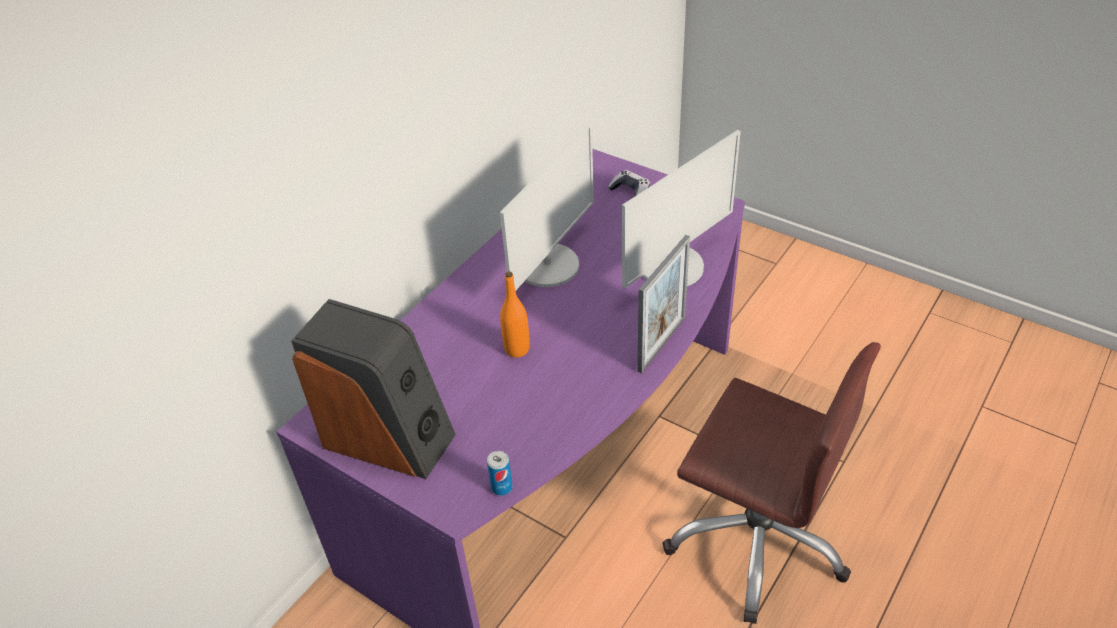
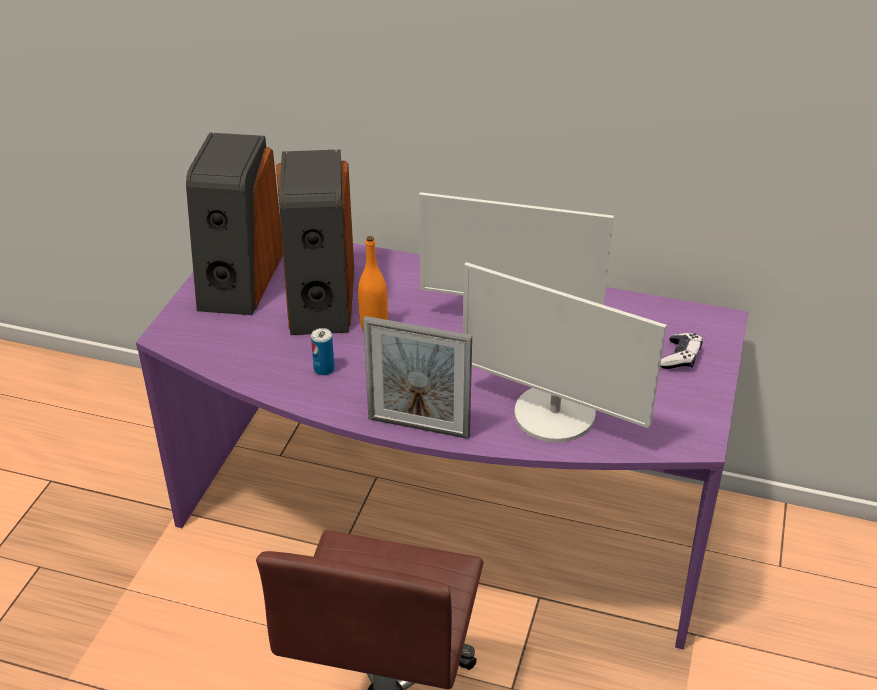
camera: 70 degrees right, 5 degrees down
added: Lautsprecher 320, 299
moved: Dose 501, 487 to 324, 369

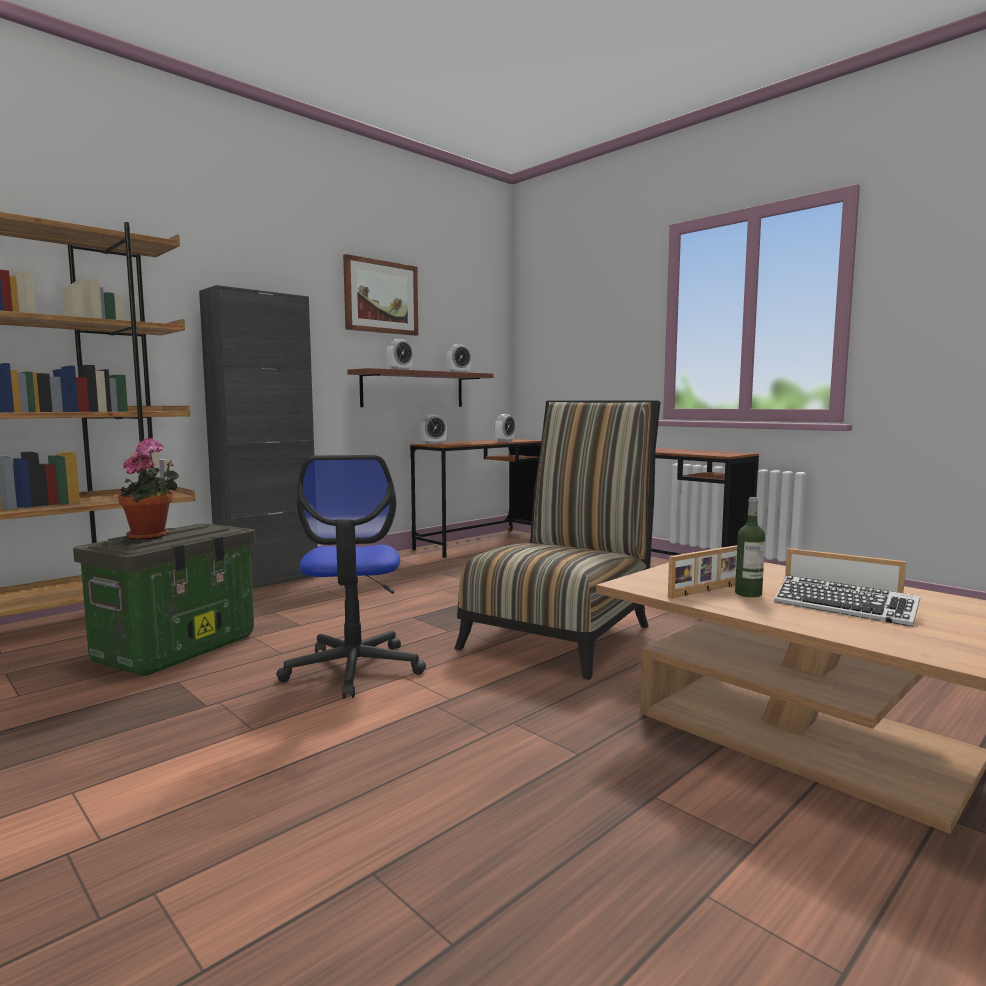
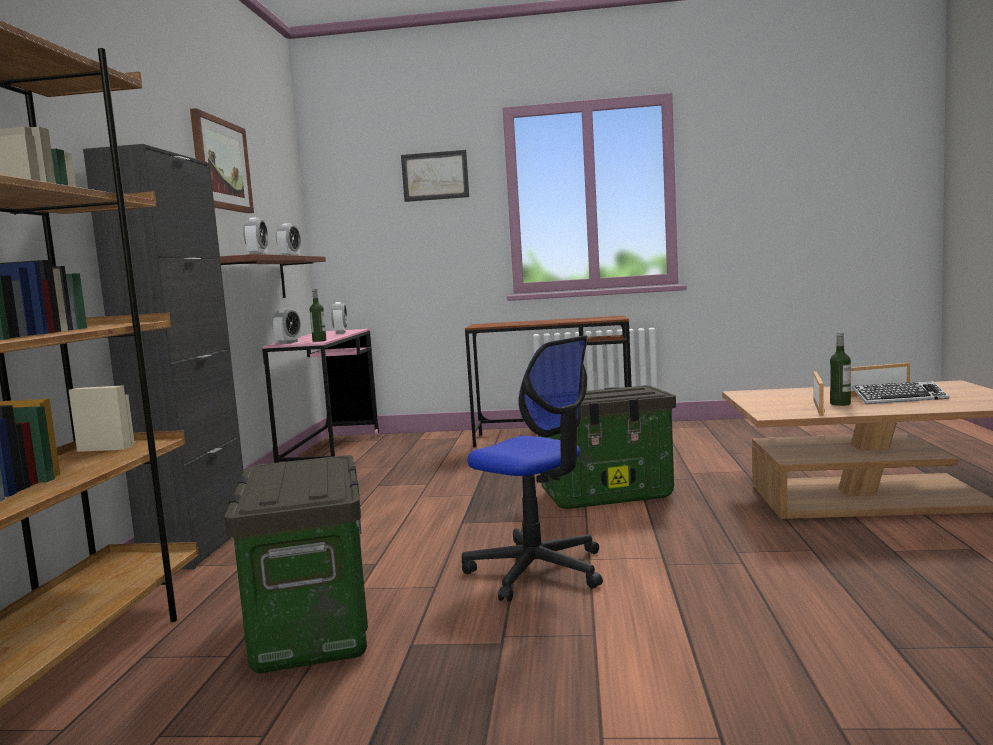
camera: 40 degrees left, 0 degrees up
removed: Topfpflanze 151, 536
added: Flasche 319, 341; Bild 435, 176
replaced: Stuhl 562, 633 to Aufbewahrungsbox 607, 494
recoloured: Schreibtisch/braun 480, 543 to Schreibtisch/rosa 332, 453

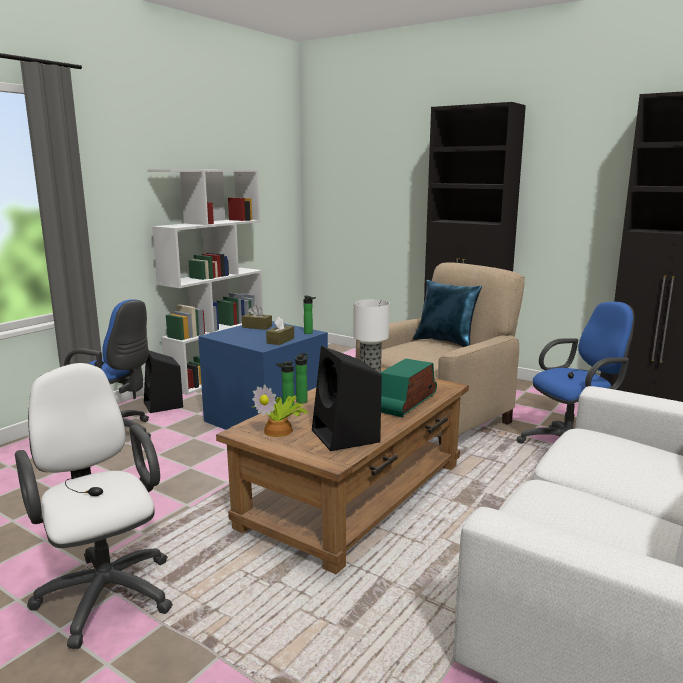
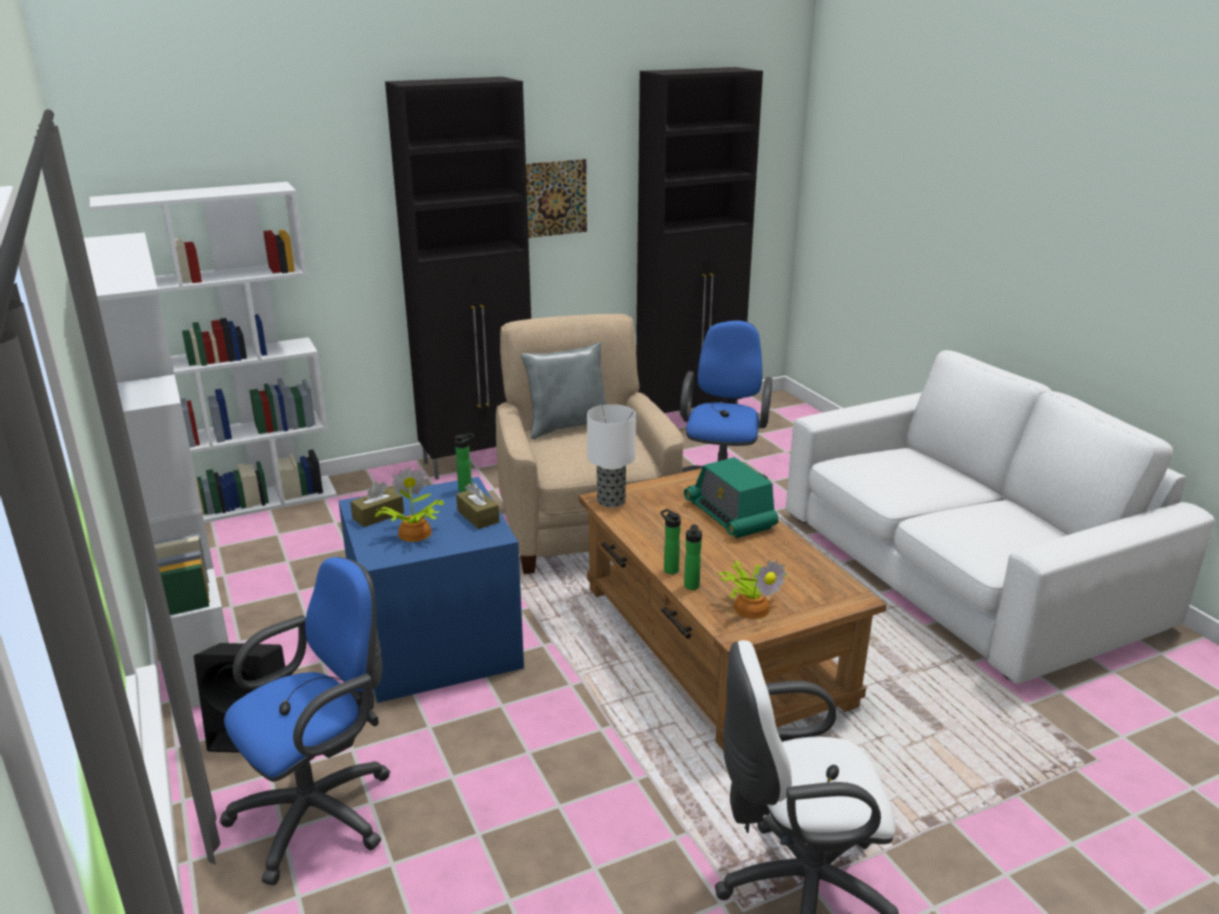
camera: 60 degrees left, 10 degrees up
removed: Lautsprecher/schwarz 346, 437
added: Bücherregal/weiß 250, 502; Topfpflanze 413, 534; Bild 553, 198
recoloured: Kissen/blau 446, 342 to Kissen/grau 568, 427

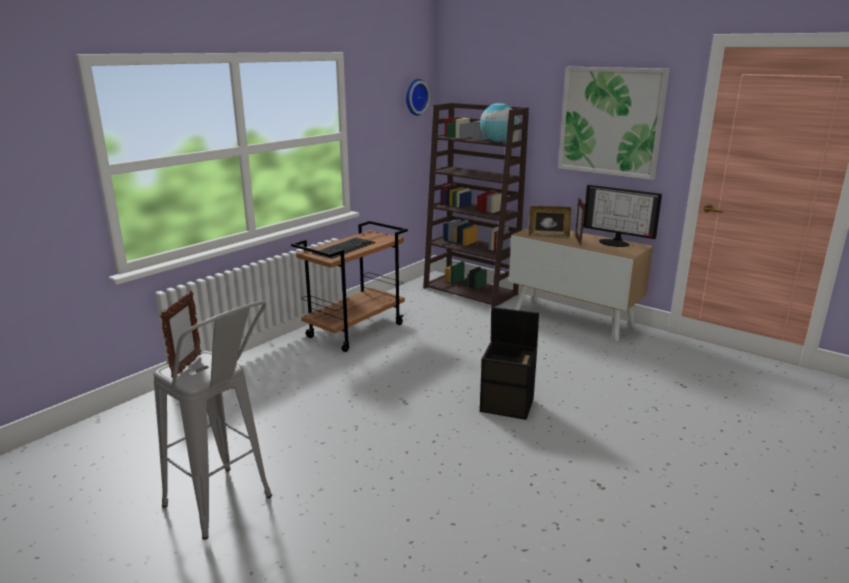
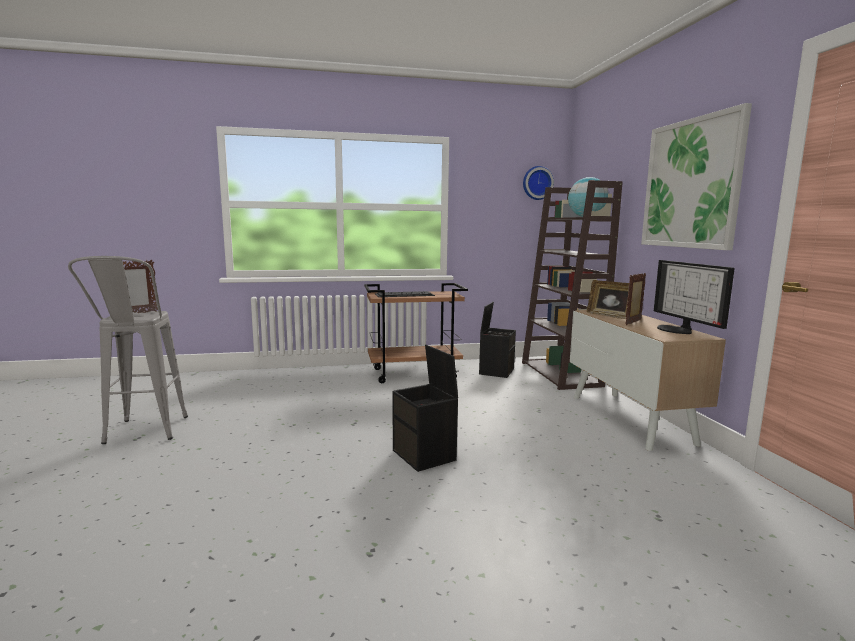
camera: 40 degrees right, 10 degrees down
added: Aufbewahrungsbox/schwarz 496, 371

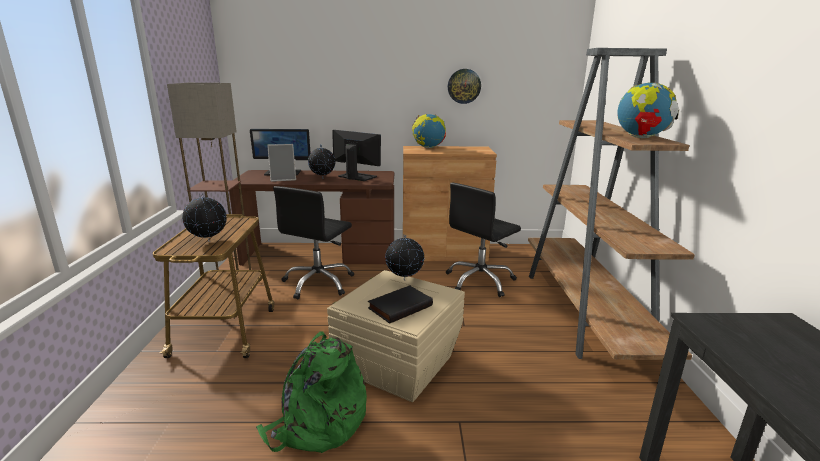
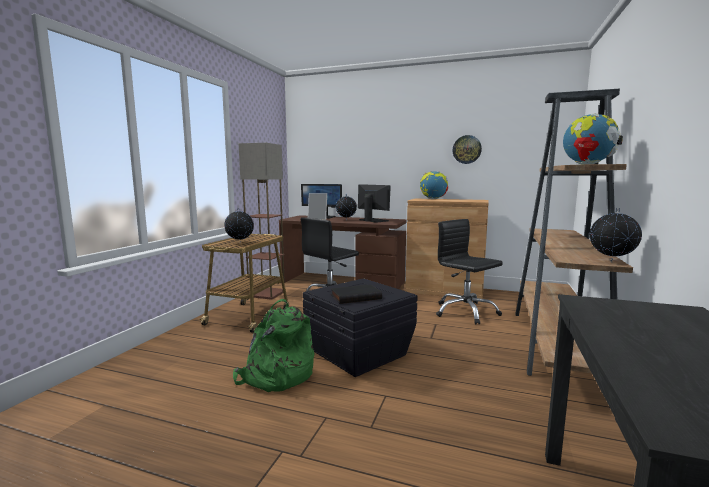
camera: 20 degrees right, 10 degrees down
moved: Globus 404, 279 to 611, 262
recoloured: Aufbewahrungsbox/beige 397, 364 to Aufbewahrungsbox/schwarz 358, 353
turned: Bürostuhl/schwarz 480, 281 = 465, 312 75 degrees clockwise

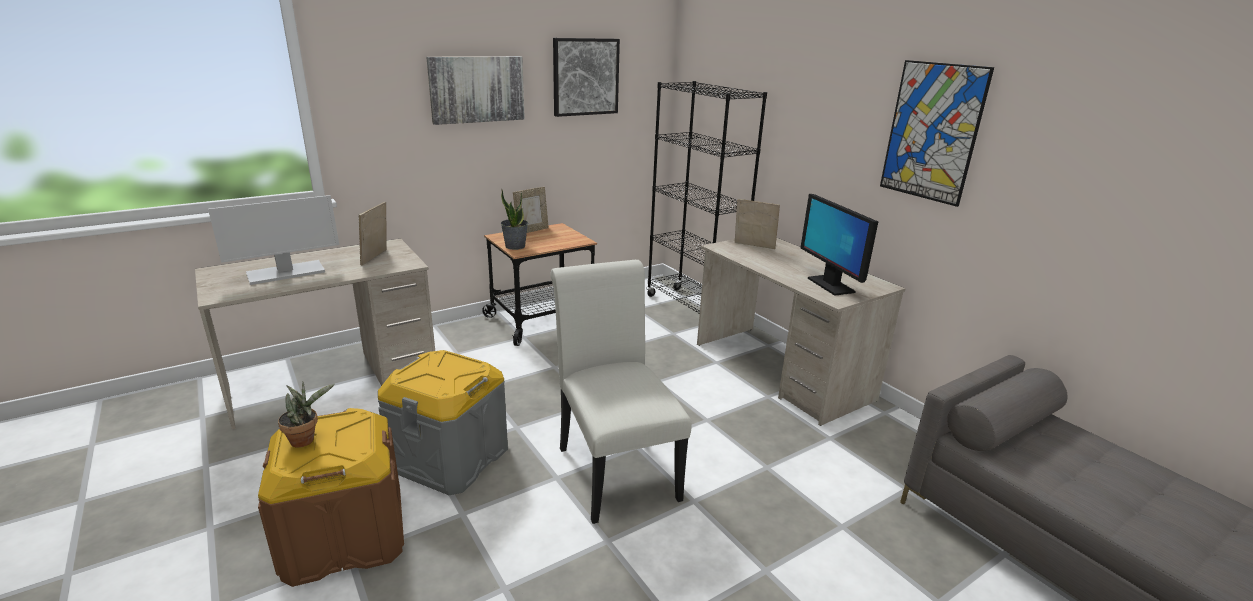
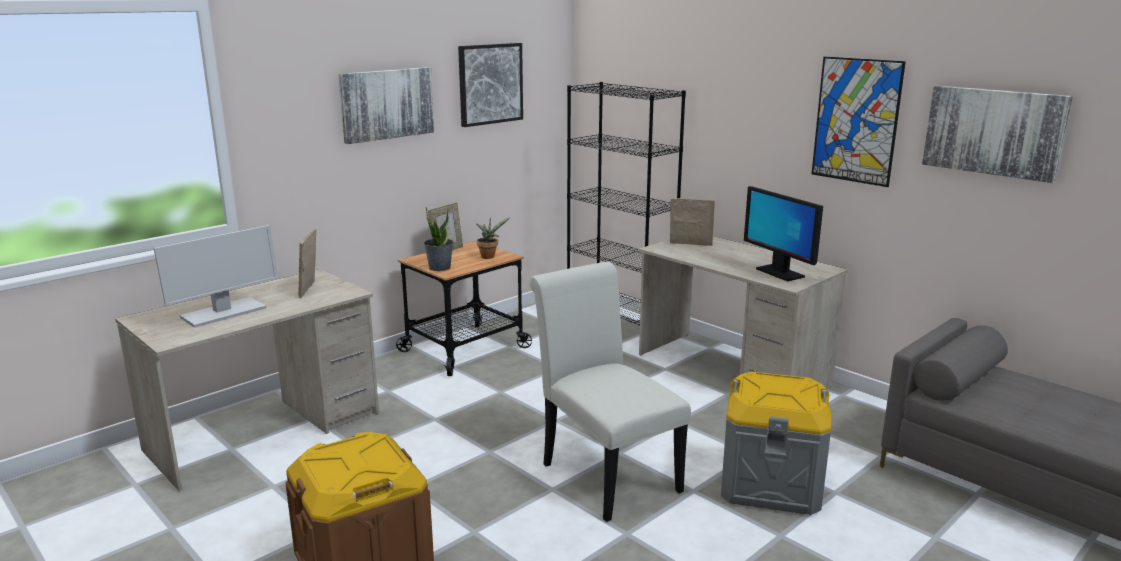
camera: 10 degrees left, 5 degrees down
added: Bild 994, 132
moved: Topfpflanze 306, 439 to 489, 256; Aufbewahrungsbox/grau 450, 458 to 770, 483

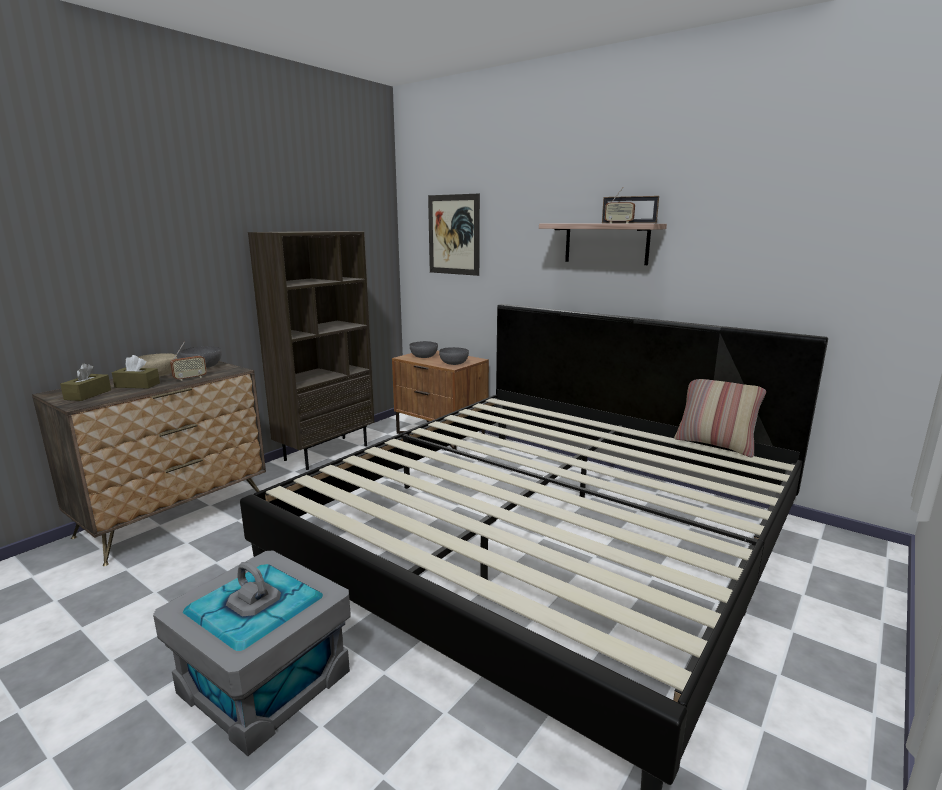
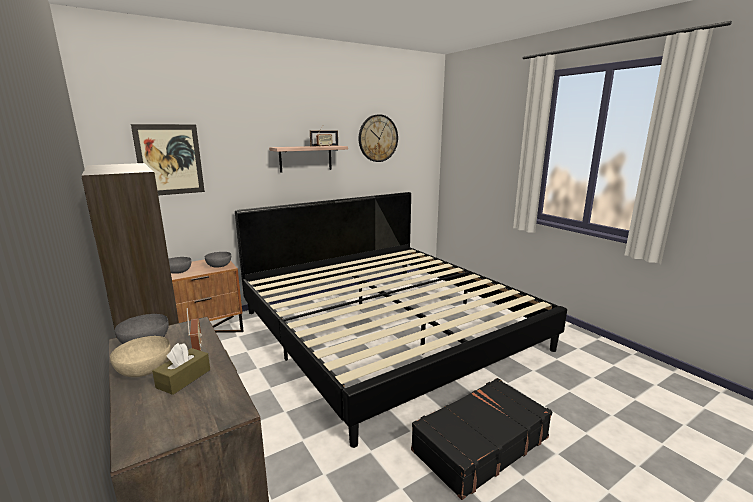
camera: 70 degrees left, 0 degrees up
removed: Taschentuchbox/braun 88, 395; Kissen 715, 445
added: Wanduhr 378, 138
replaced: Aufbewahrungsbox/grau 263, 682 to Koffer/schwarz 479, 444

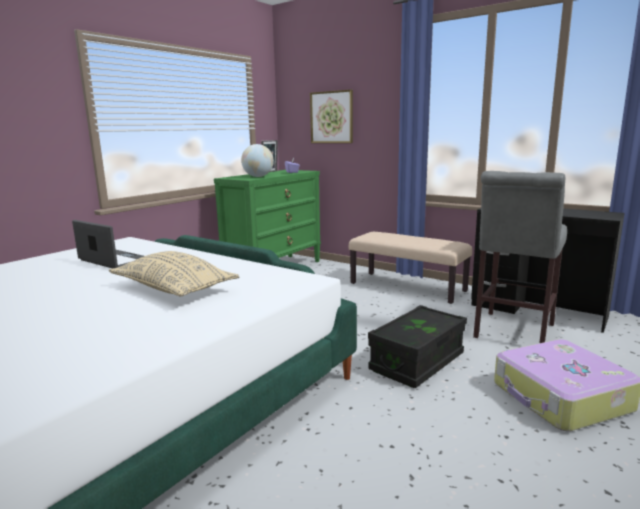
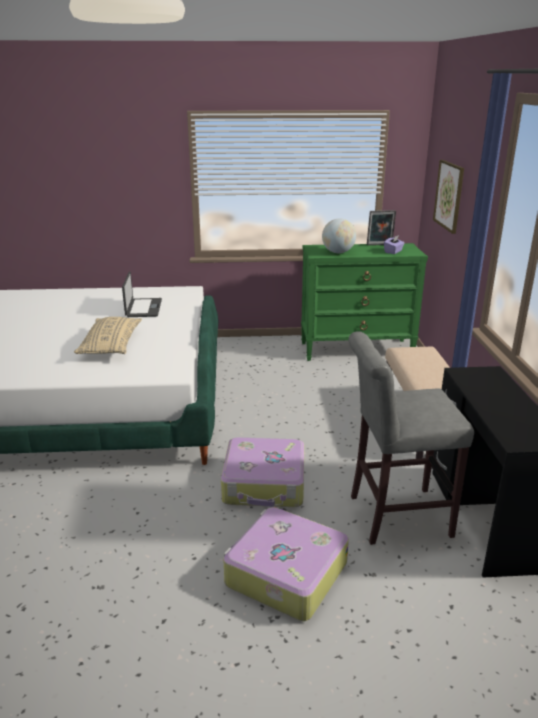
camera: 50 degrees right, 10 degrees up
replaced: Aufbewahrungsbox/schwarz 417, 362 to Koffer 265, 484

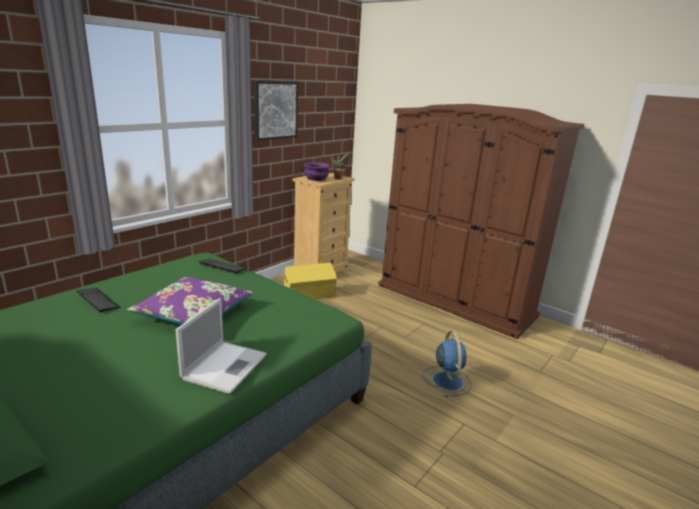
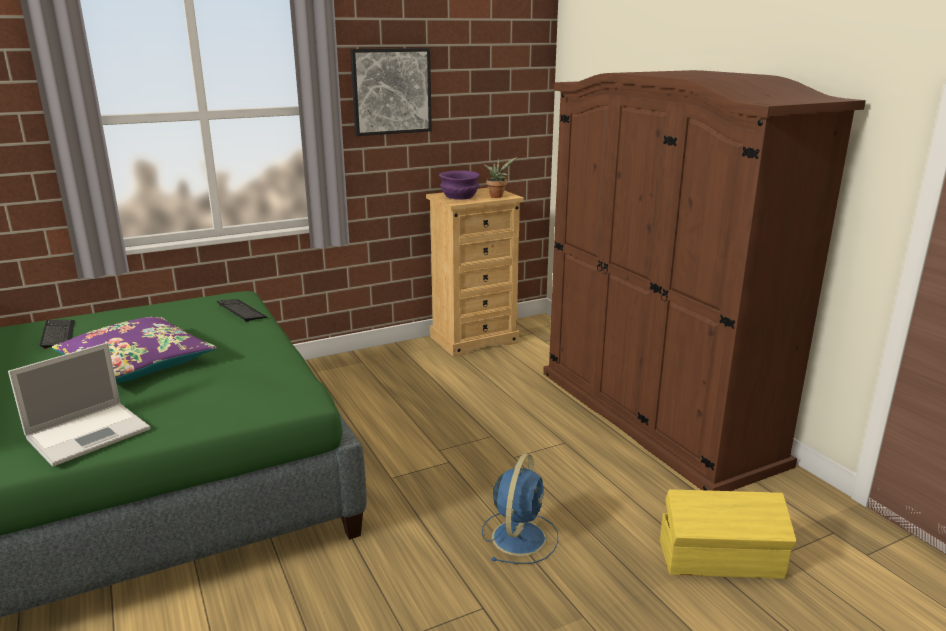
camera: 25 degrees right, 0 degrees up
moved: Aufbewahrungsbox/gelb 310, 294 to 722, 560

